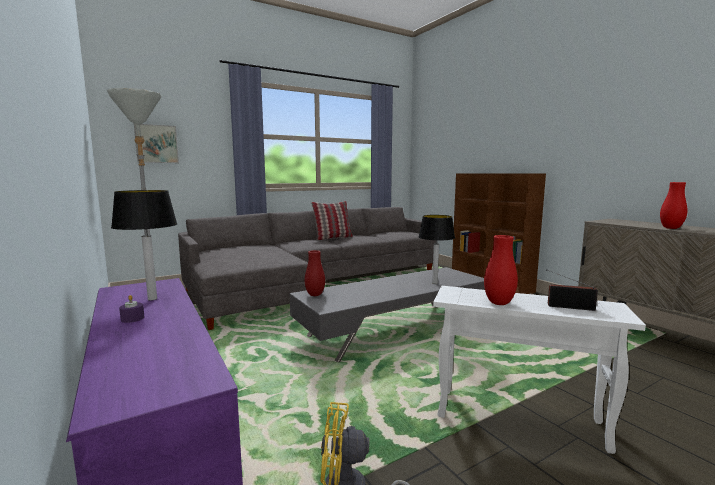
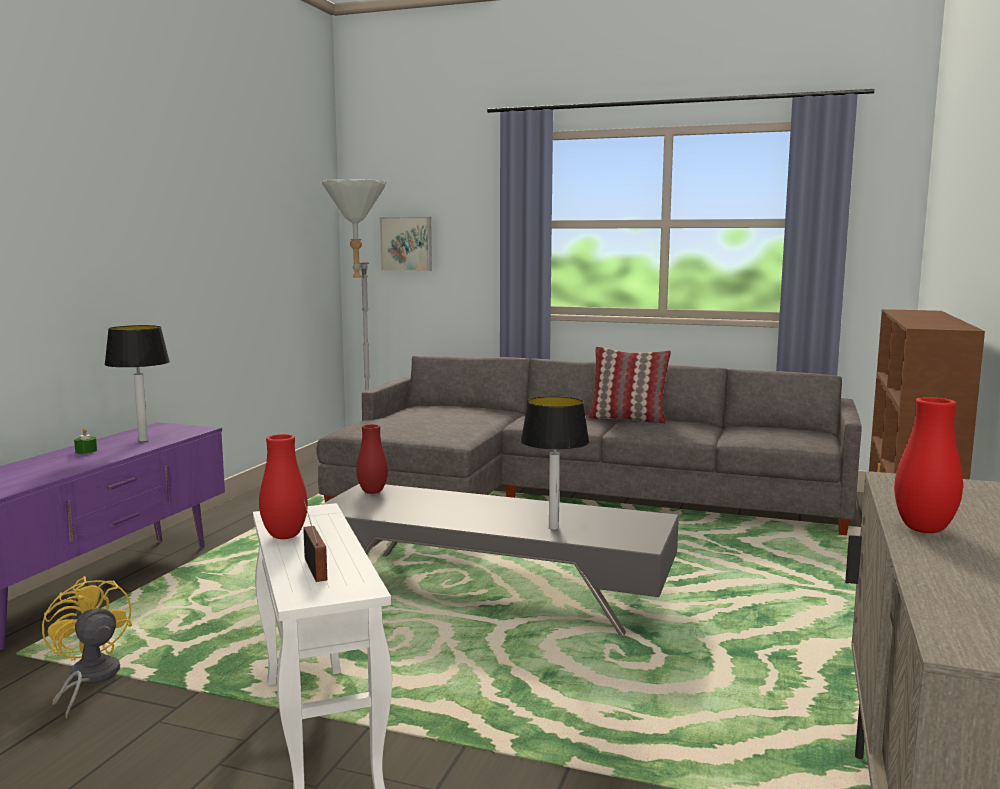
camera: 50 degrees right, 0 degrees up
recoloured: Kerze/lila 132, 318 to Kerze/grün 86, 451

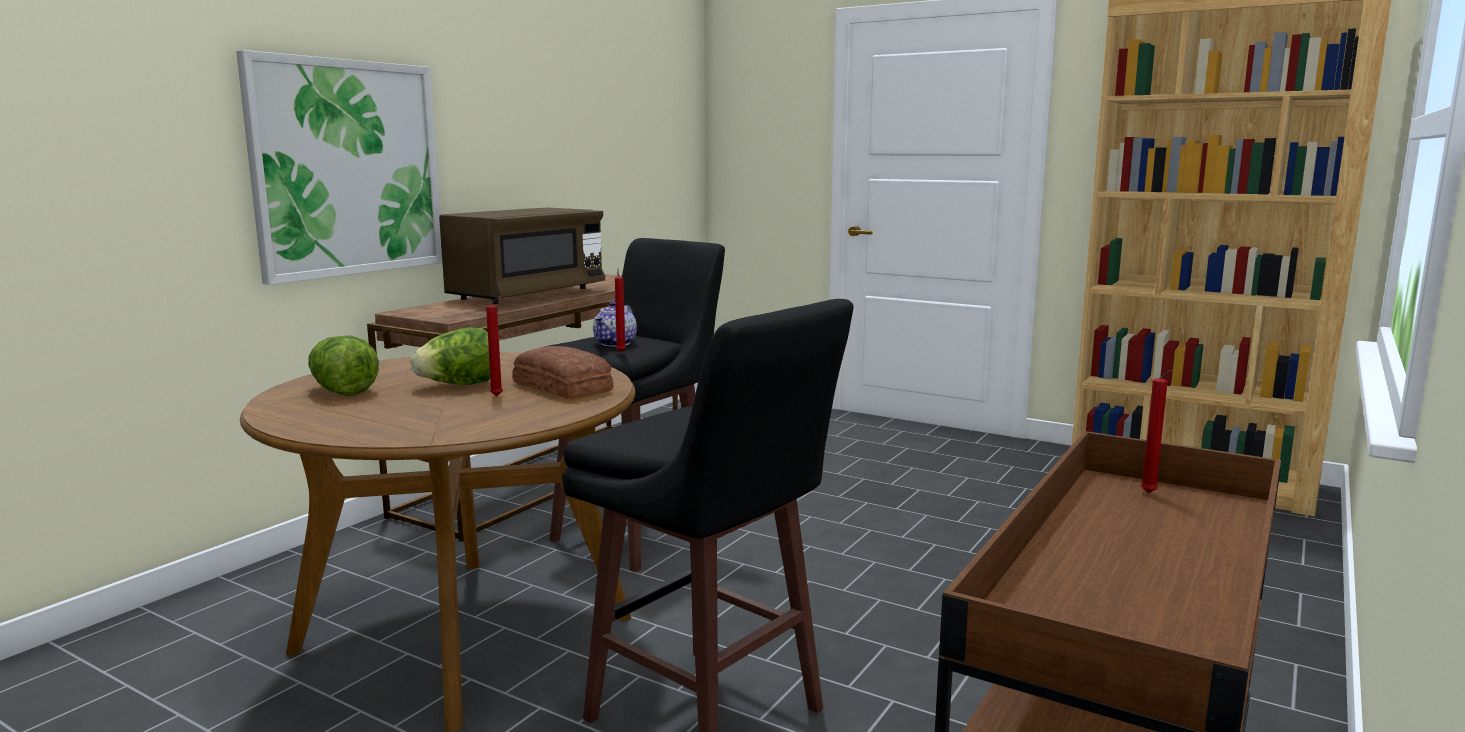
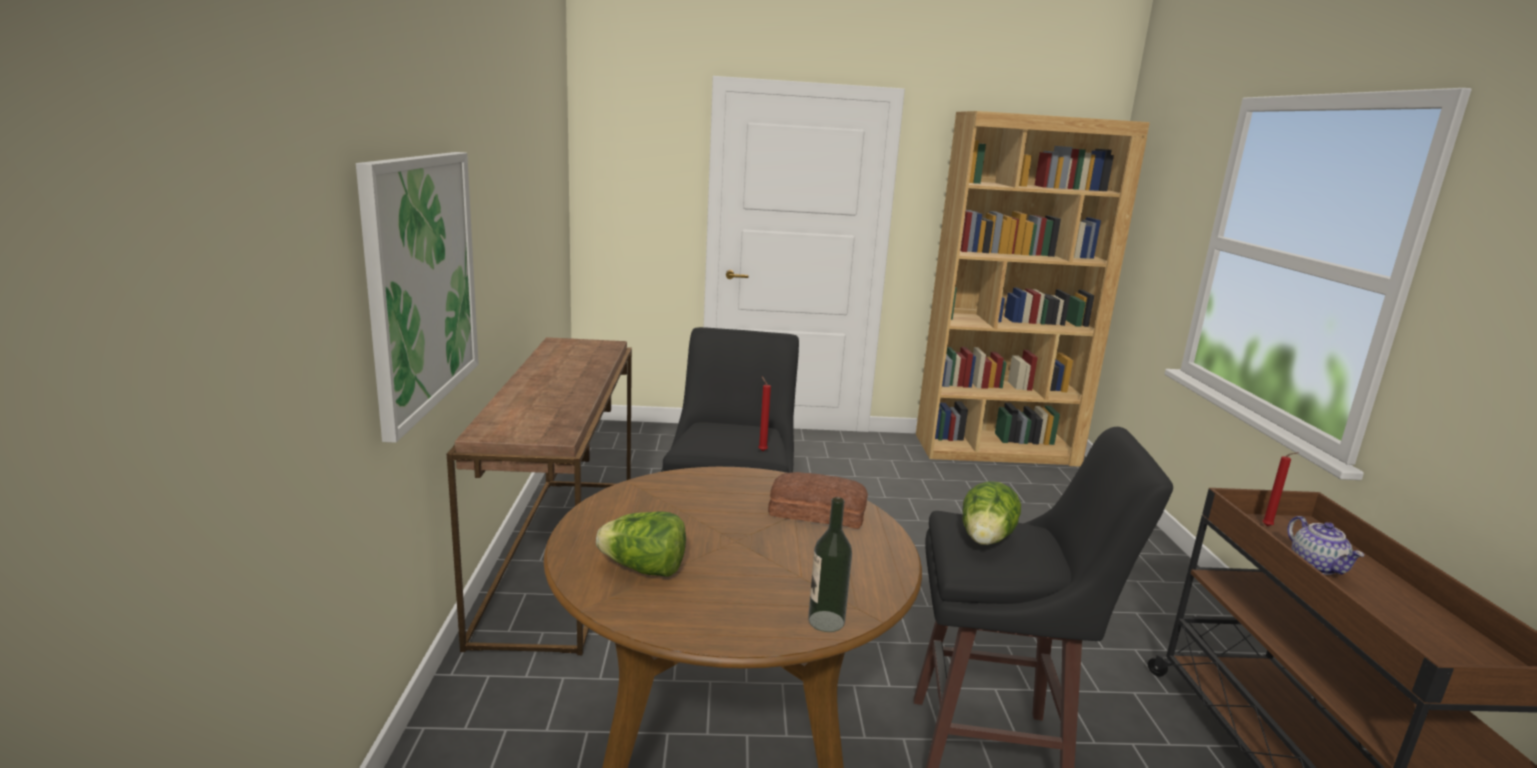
camera: 35 degrees left, 5 degrees up
removed: Mikrowelle/braun 527, 294; Kerze/rot 498, 396
added: Flasche 826, 621
moved: Salatkopf 459, 385 to 986, 540; Teekanne 615, 343 to 1317, 566

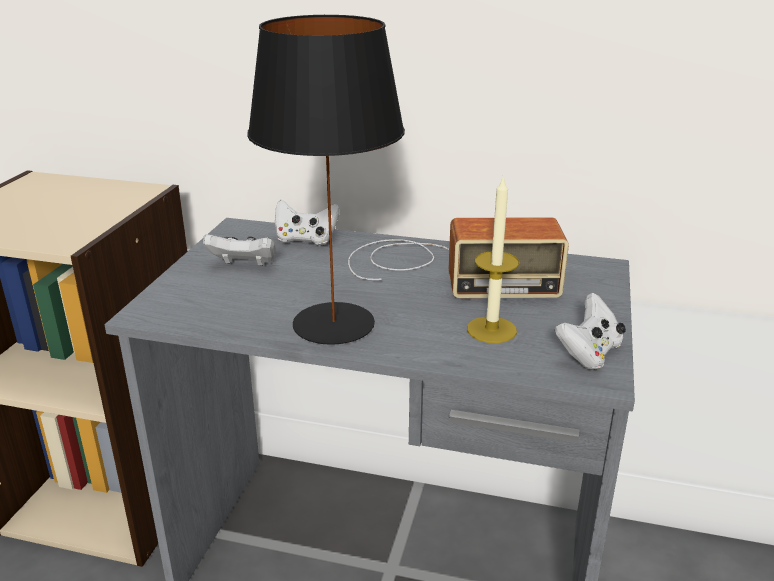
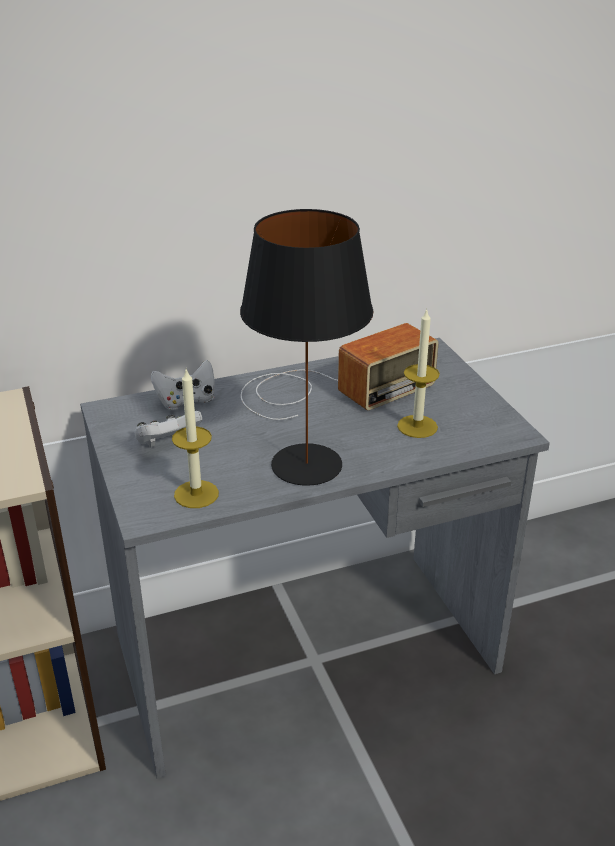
camera: 35 degrees left, 5 degrees up
removed: Gamepad/weiß 589, 353
added: Kerze 196, 494

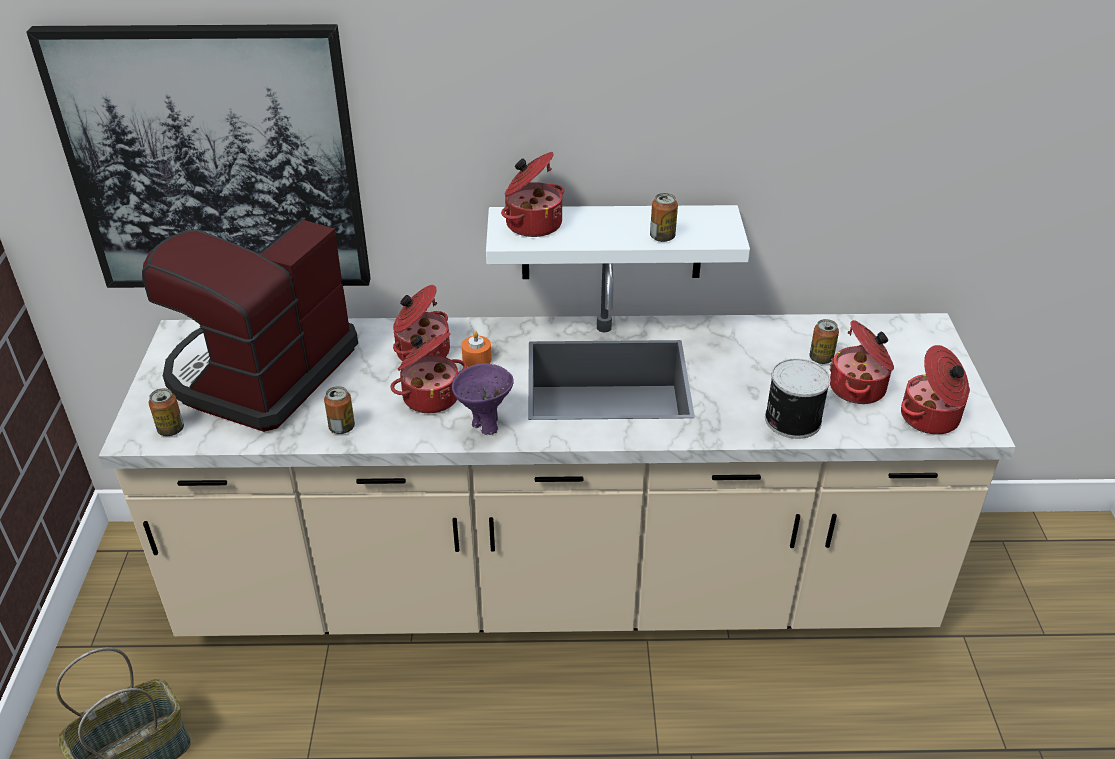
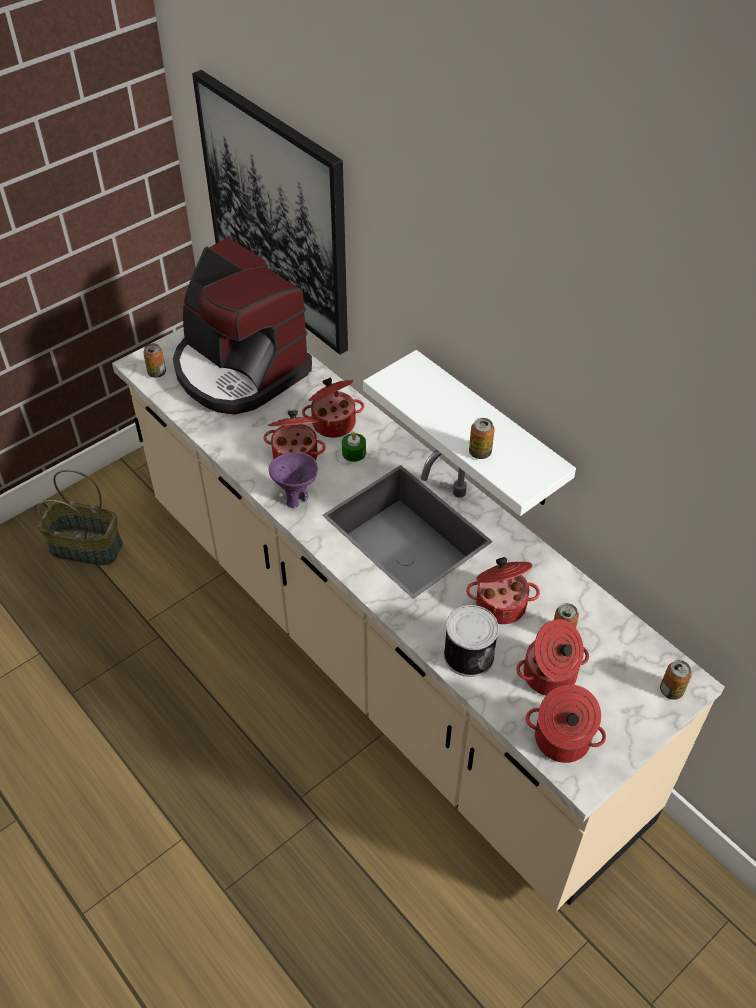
camera: 50 degrees right, 10 degrees up
moved: Kochtopf 532, 223 to 500, 603; Dose 342, 427 to 671, 690
recoloured: Kerze/orange 477, 359 to Kerze/grün 354, 453
turned: Kaffeemaschine 260, 372 = 239, 370 120 degrees counterclockwise

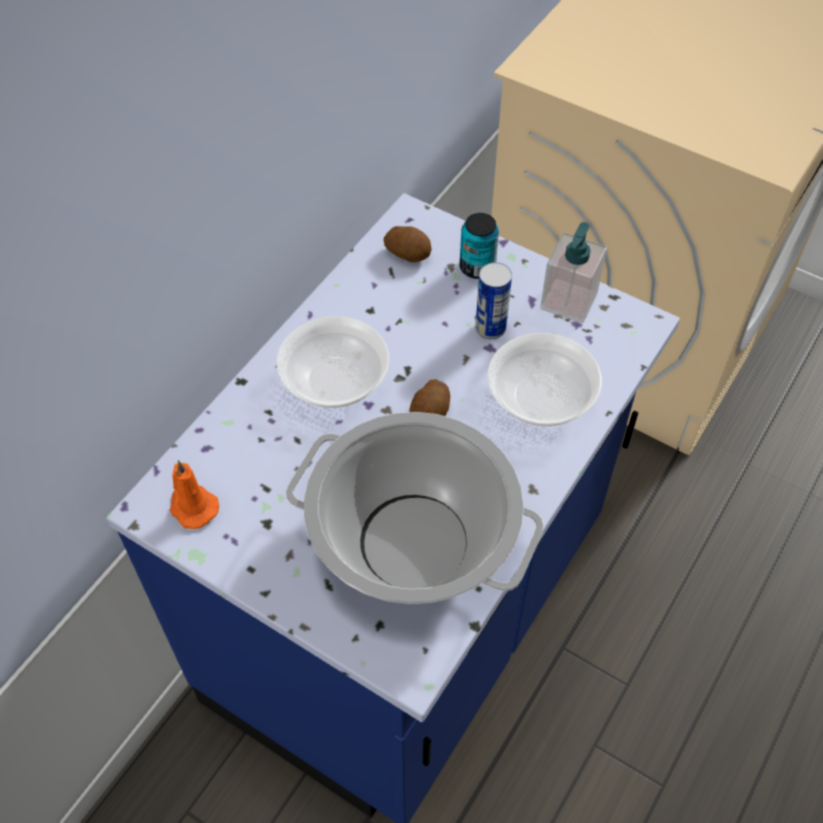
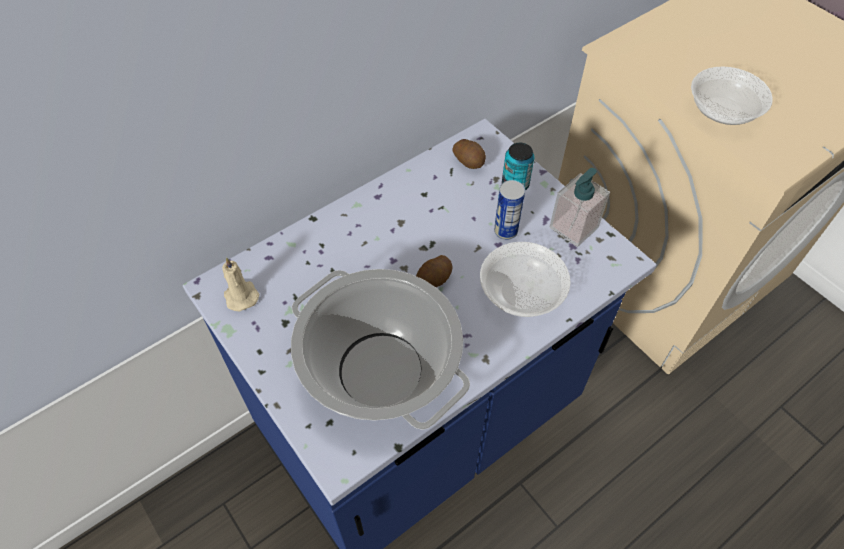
camera: 20 degrees right, 0 degrees up
moved: Schüssel 335, 381 to 723, 111
recoloured: Kerze/orange 192, 507 to Kerze/beige 240, 295

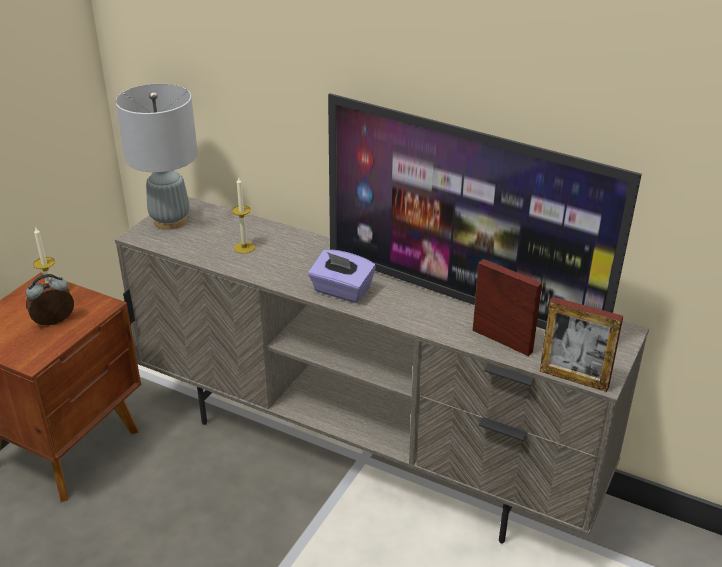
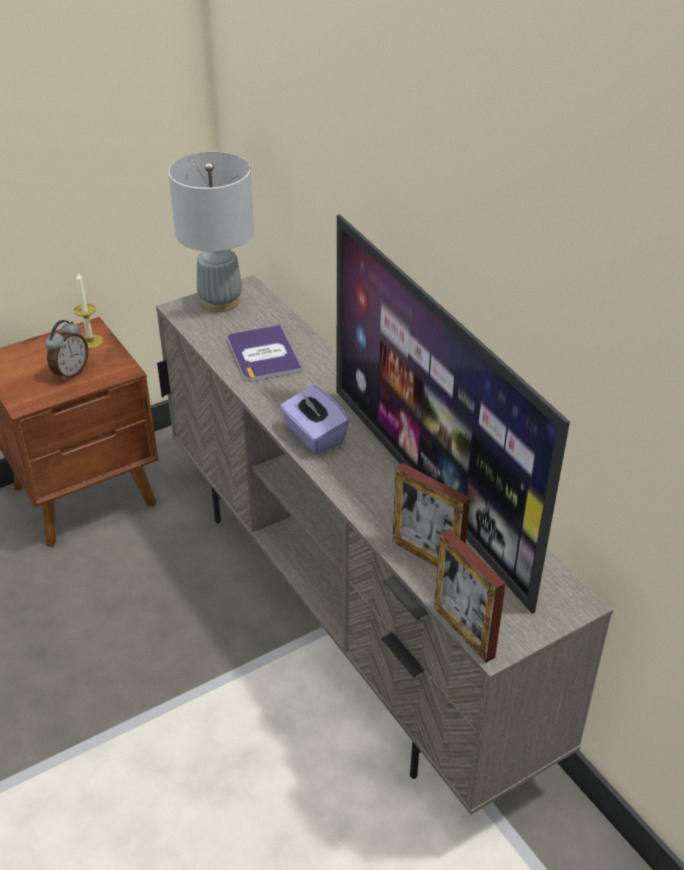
camera: 30 degrees right, 5 degrees up
replaced: Kerze 244, 247 to Buch 263, 354
turned: Wecker 54, 323 = 70, 372 120 degrees clockwise; Bilderrahmen 502, 341 = 427, 556 150 degrees clockwise

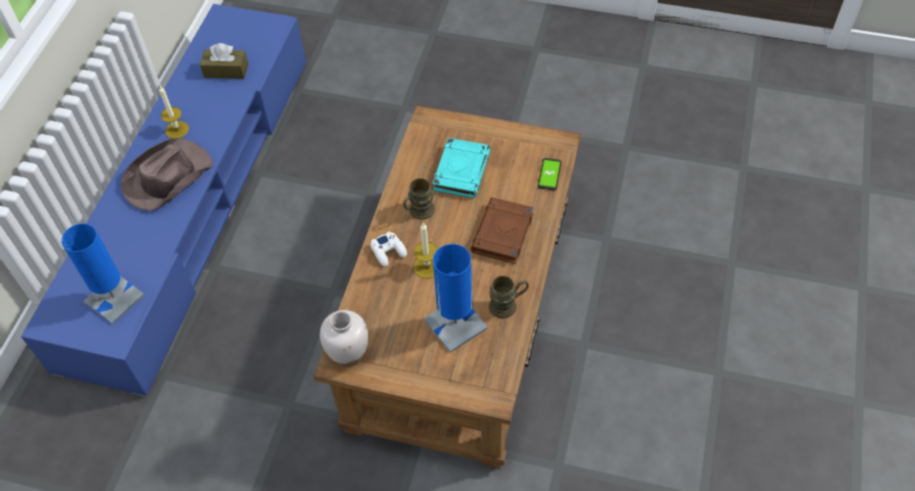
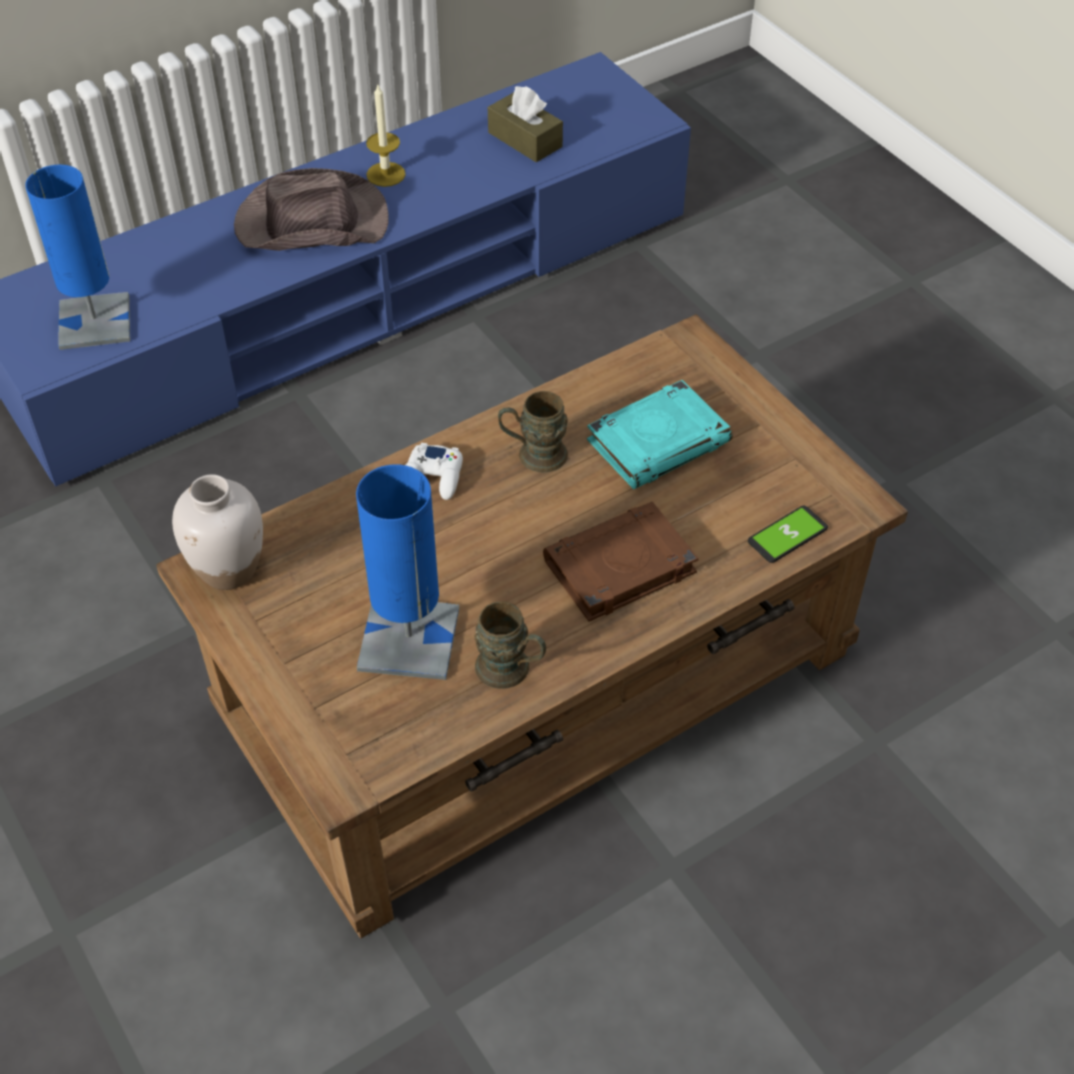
camera: 40 degrees right, 5 degrees down
removed: Kerze 427, 266

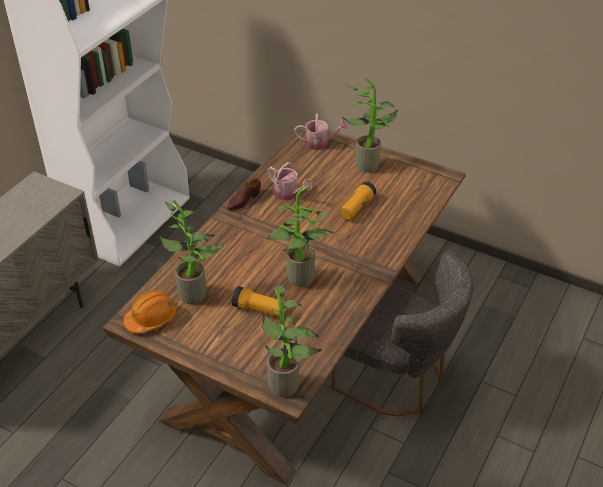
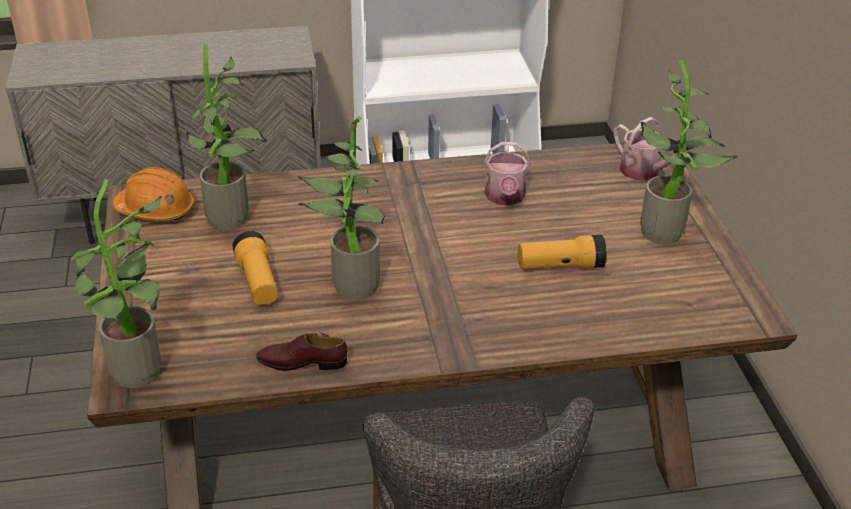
camera: 50 degrees right, 5 degrees down
moved: Schuh/braun 243, 200 to 302, 362

